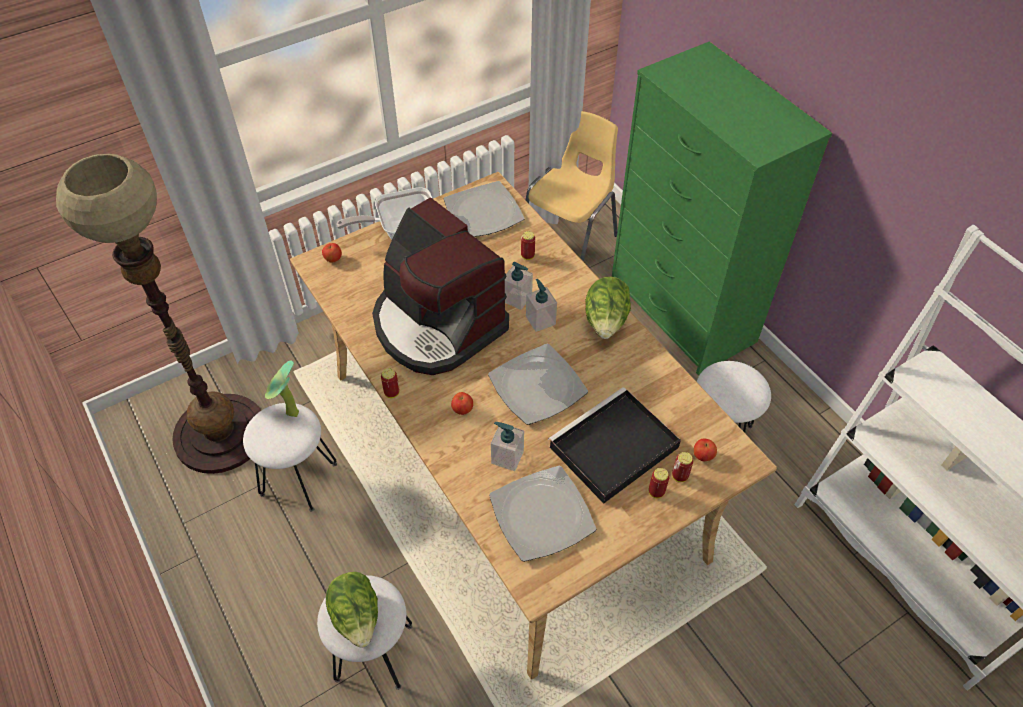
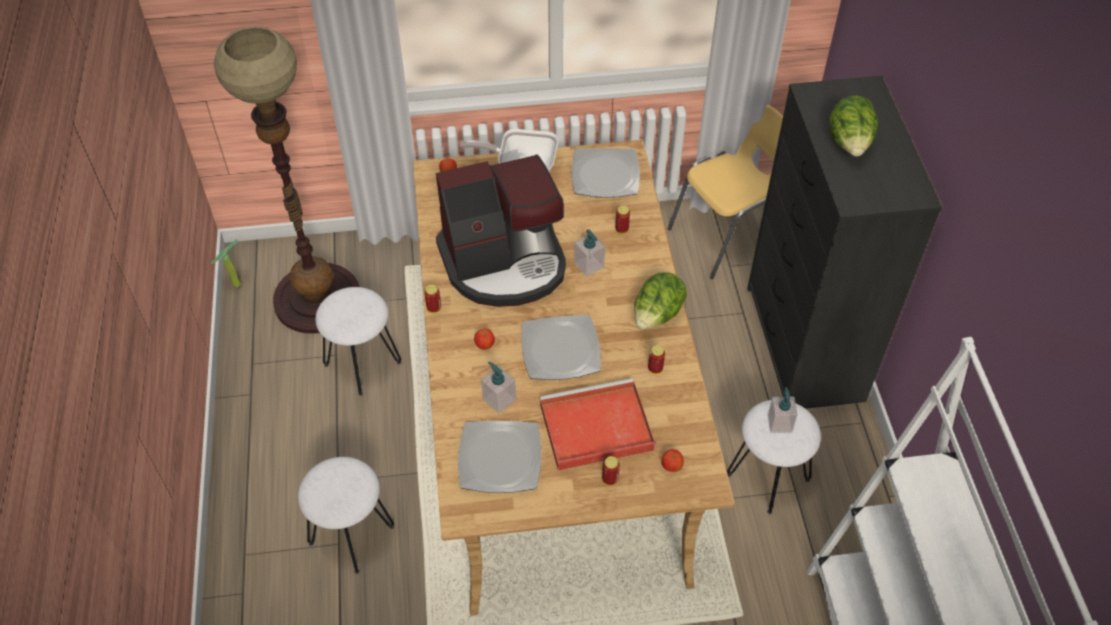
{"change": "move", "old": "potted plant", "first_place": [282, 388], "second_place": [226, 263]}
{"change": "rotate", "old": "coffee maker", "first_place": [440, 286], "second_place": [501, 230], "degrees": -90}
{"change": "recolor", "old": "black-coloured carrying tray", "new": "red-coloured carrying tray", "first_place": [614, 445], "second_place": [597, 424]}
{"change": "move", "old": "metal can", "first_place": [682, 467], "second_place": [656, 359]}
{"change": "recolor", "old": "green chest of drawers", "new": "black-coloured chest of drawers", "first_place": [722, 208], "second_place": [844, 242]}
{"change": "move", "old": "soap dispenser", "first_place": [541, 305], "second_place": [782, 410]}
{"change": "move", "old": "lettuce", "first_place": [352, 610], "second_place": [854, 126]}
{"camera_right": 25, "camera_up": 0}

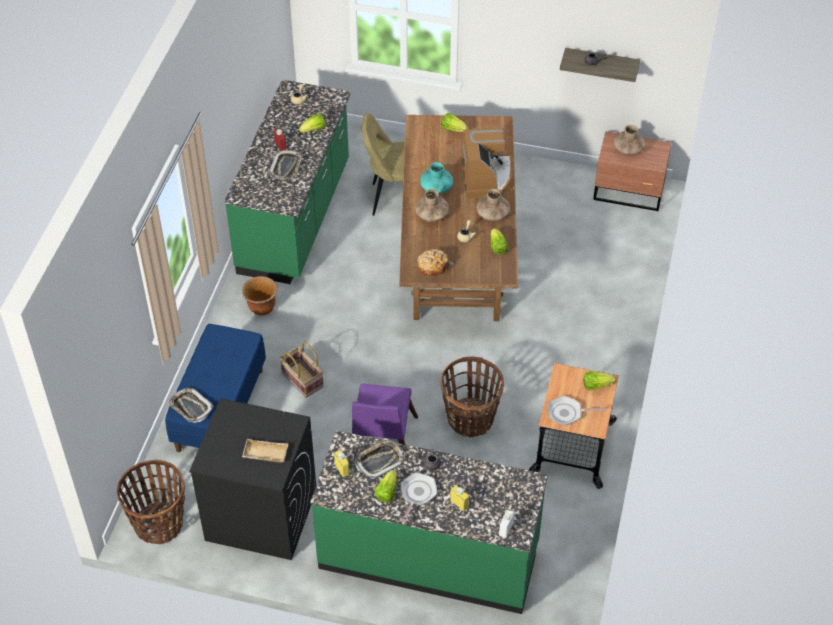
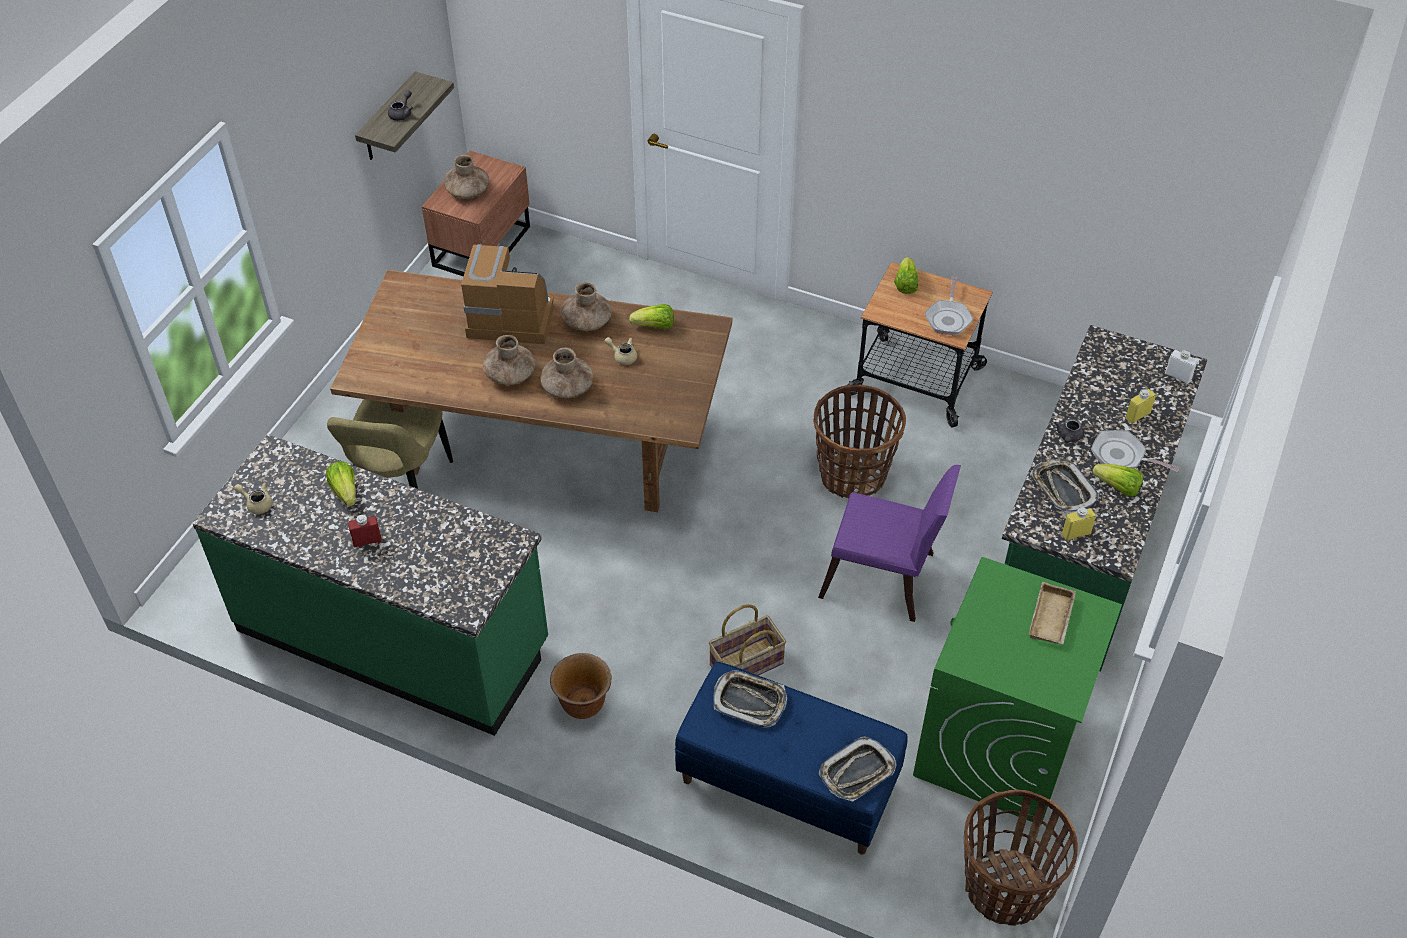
{"change": "recolor", "old": "blue-green vase", "new": "brown-coloured vase", "first_place": [436, 178], "second_place": [509, 360]}
{"change": "move", "old": "carrying tray", "first_place": [286, 165], "second_place": [750, 699]}
{"change": "recolor", "old": "black-coloured laundry machine", "new": "green laundry machine", "first_place": [252, 479], "second_place": [1017, 691]}
{"change": "delete", "old": "bakery bread", "first_place": [435, 263]}
{"change": "delete", "old": "lettuce", "first_place": [454, 122]}
{"camera_right": -80, "camera_up": 0}

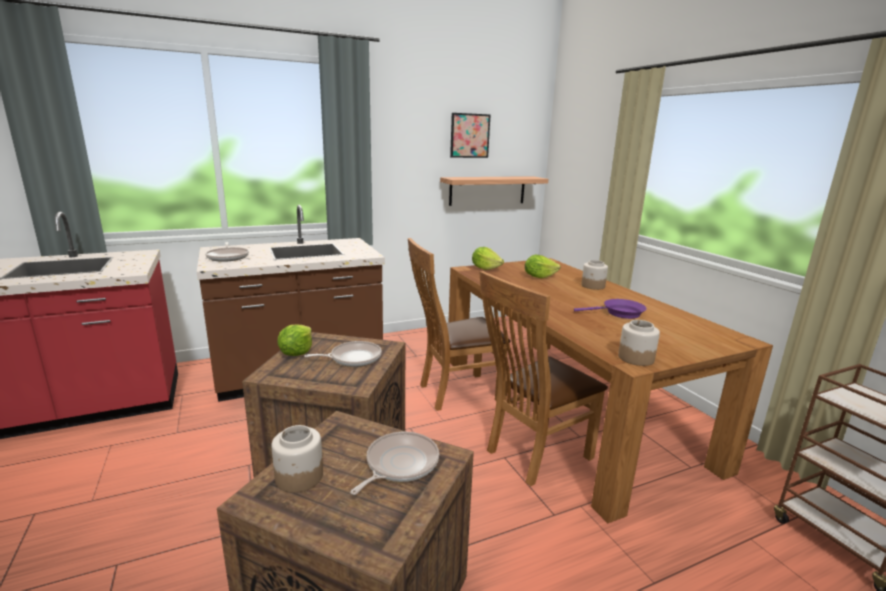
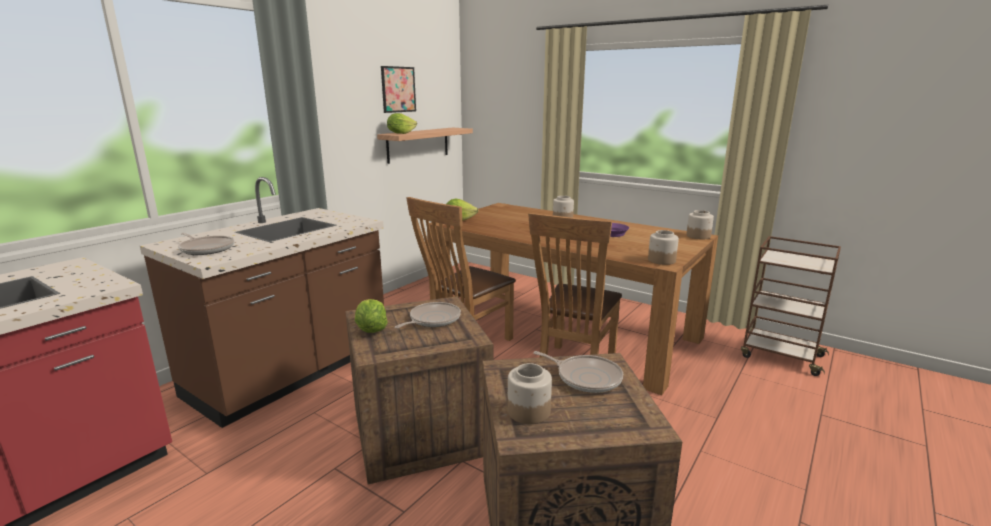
{"change": "move", "old": "lettuce", "first_place": [542, 266], "second_place": [402, 123]}
{"change": "rotate", "old": "pan", "first_place": [394, 463], "second_place": [578, 372], "degrees": 120}
{"change": "insert", "new": "storage jar", "second_place": [700, 224]}
{"camera_right": -30, "camera_up": 0}

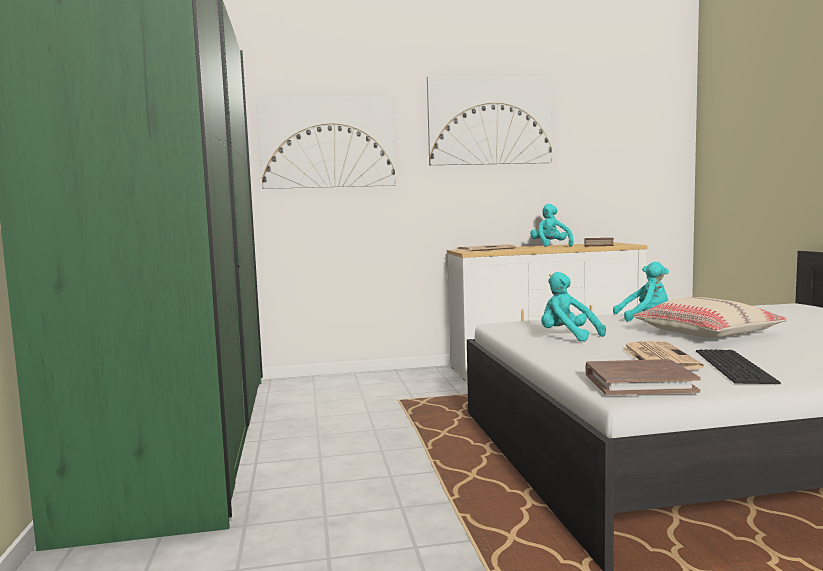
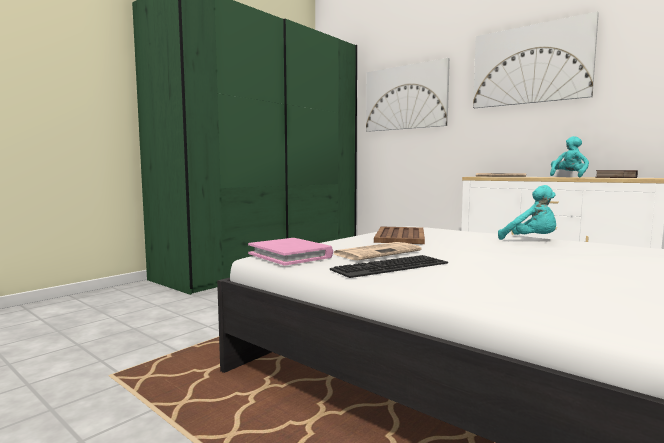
{"change": "recolor", "old": "brown-coloured volume", "new": "pinkish volume", "first_place": [643, 377], "second_place": [290, 252]}
{"change": "replace", "old": "blue-green cuddly toy", "new": "brown-coloured carrying tray", "first_place": [573, 307], "second_place": [399, 235]}
{"change": "delete", "old": "beige throw pillow", "first_place": [710, 317]}
{"camera_right": 50, "camera_up": 0}

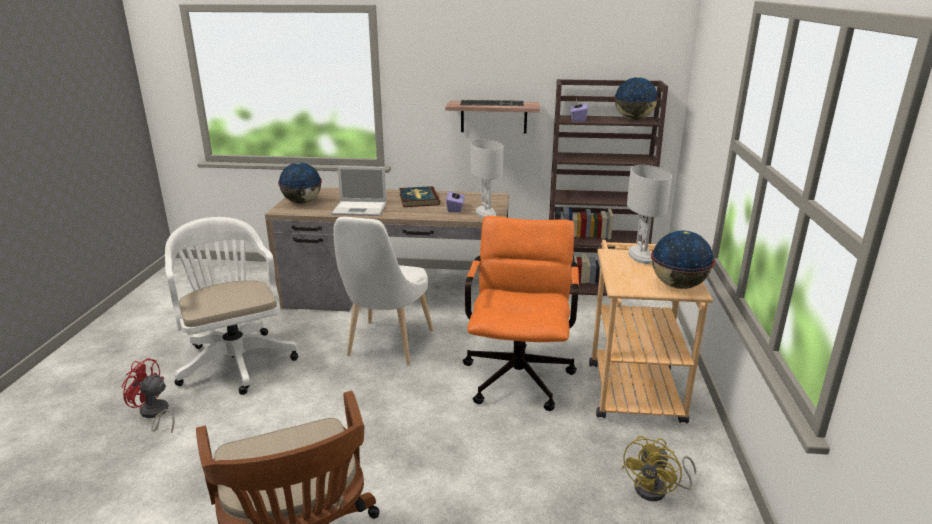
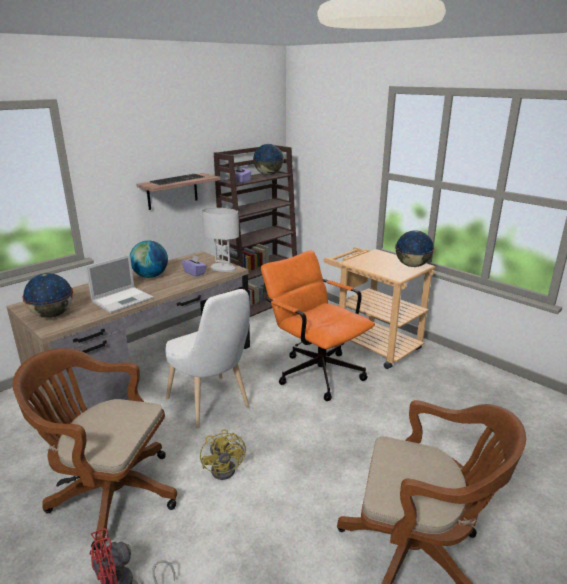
{"change": "recolor", "old": "white desk chair", "new": "brown-coloured desk chair", "first_place": [231, 306], "second_place": [94, 449]}
{"change": "replace", "old": "volume", "new": "world globe", "first_place": [419, 196], "second_place": [149, 259]}
{"change": "move", "old": "yellow-coloured electric fan", "first_place": [659, 468], "second_place": [223, 454]}
{"change": "delete", "old": "white lamp for a table", "first_place": [649, 214]}
{"camera_right": -50, "camera_up": 0}

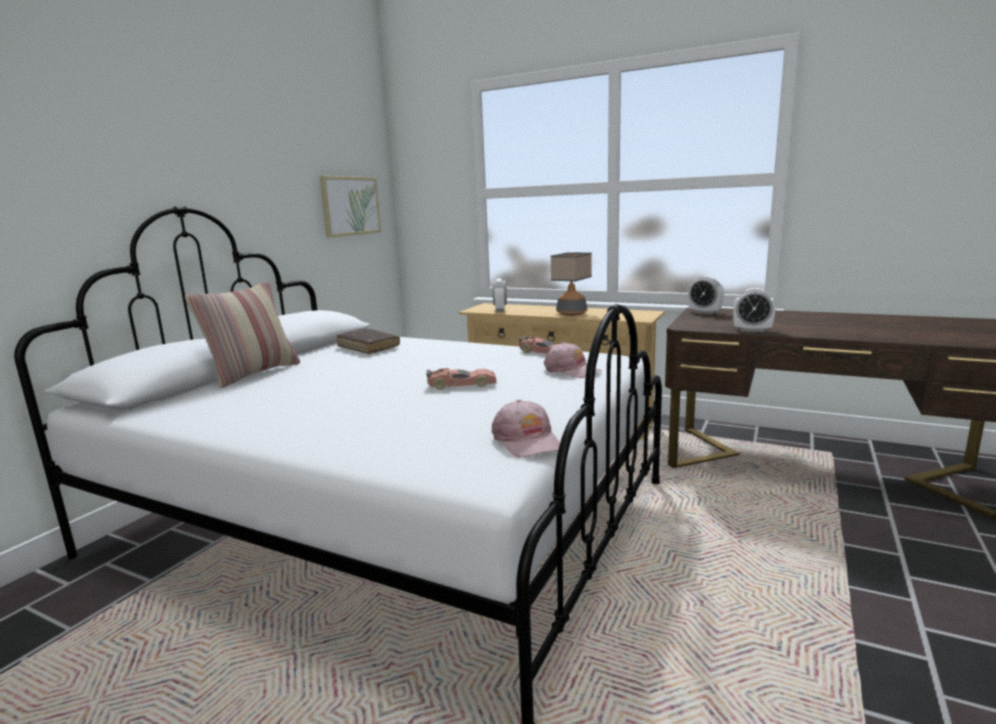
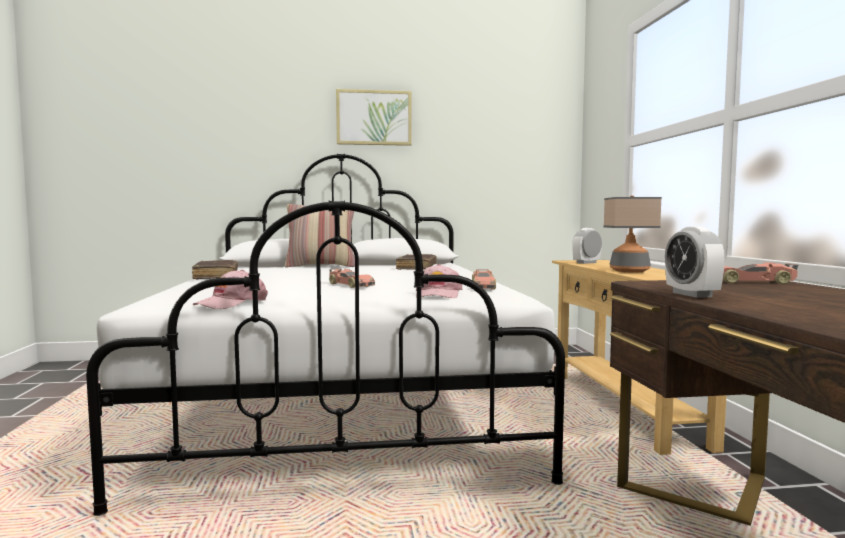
{"change": "insert", "new": "brown-coloured volume", "second_place": [215, 270]}
{"change": "move", "old": "wall picture", "first_place": [350, 207], "second_place": [374, 117]}
{"change": "replace", "old": "table clock", "new": "miniature car", "first_place": [706, 295], "second_place": [760, 273]}
{"camera_right": 55, "camera_up": -10}

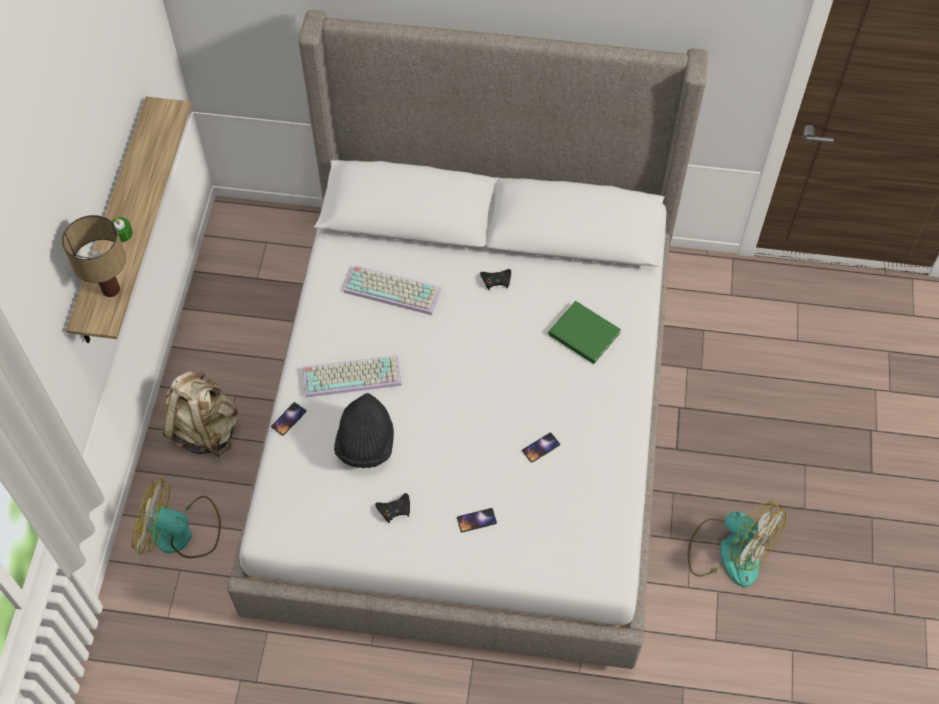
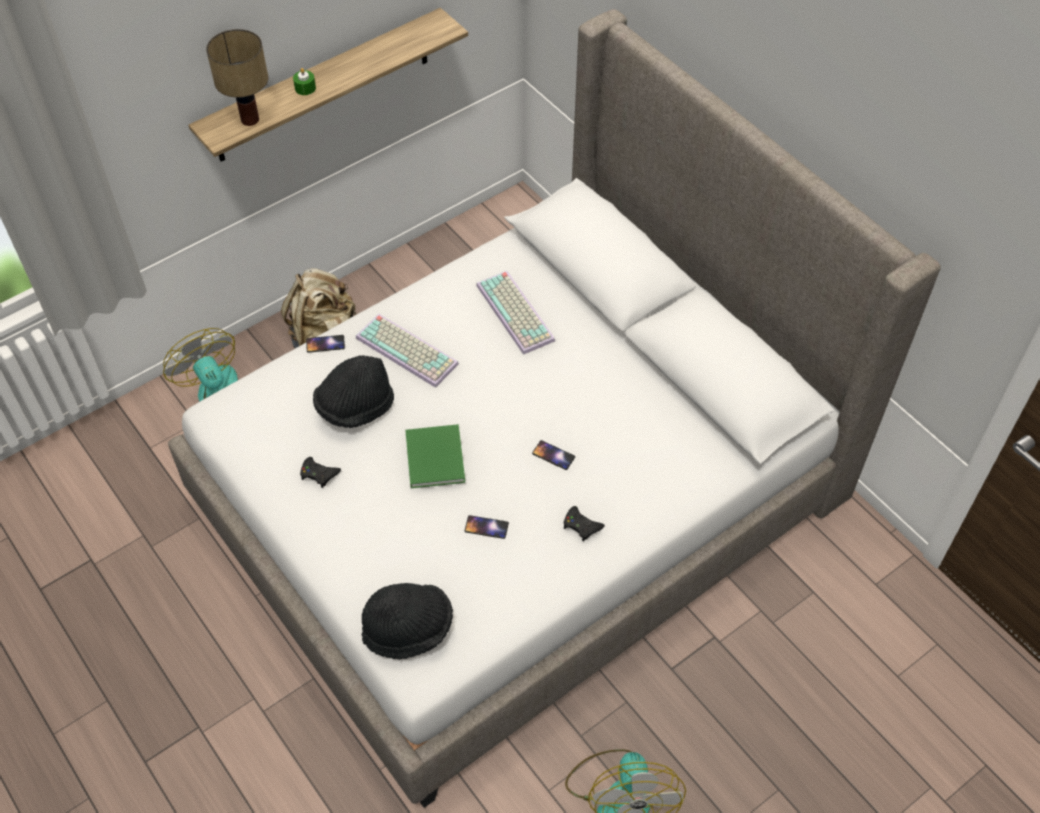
{"change": "insert", "new": "black-coloured wearable hat", "second_place": [407, 621]}
{"change": "move", "old": "green volume", "first_place": [584, 332], "second_place": [435, 456]}
{"change": "move", "old": "telephone", "first_place": [477, 520], "second_place": [553, 455]}
{"change": "move", "old": "black-coloured game controller", "first_place": [495, 279], "second_place": [584, 523]}
{"camera_right": 45, "camera_up": -5}

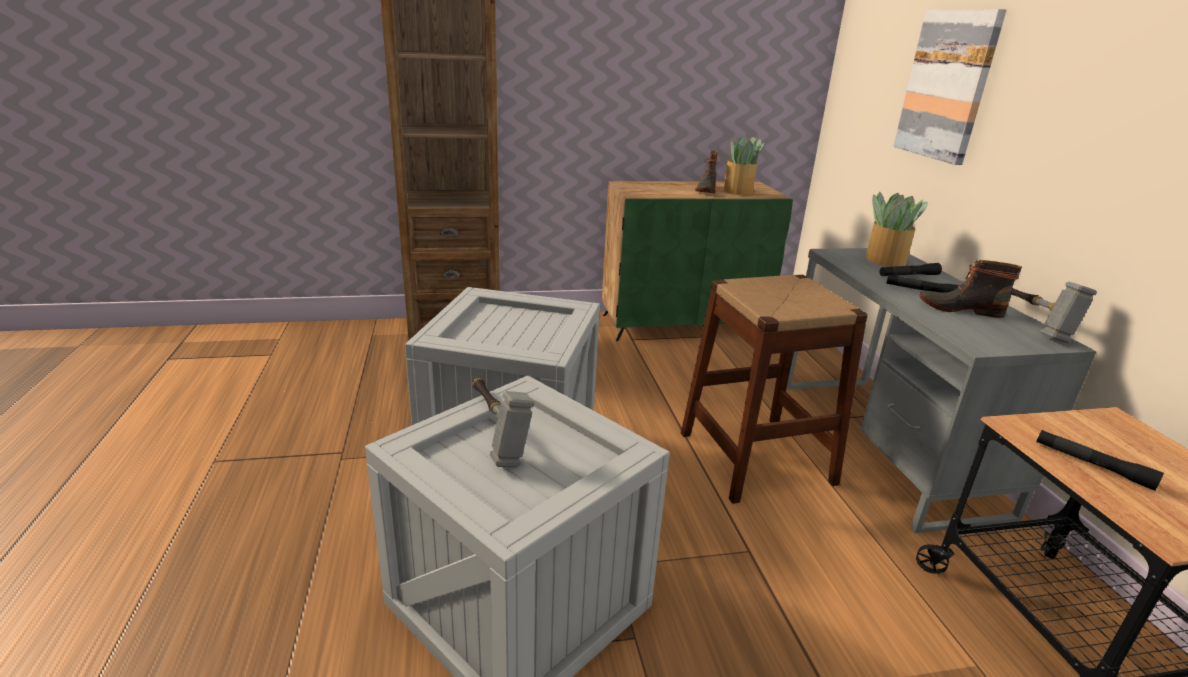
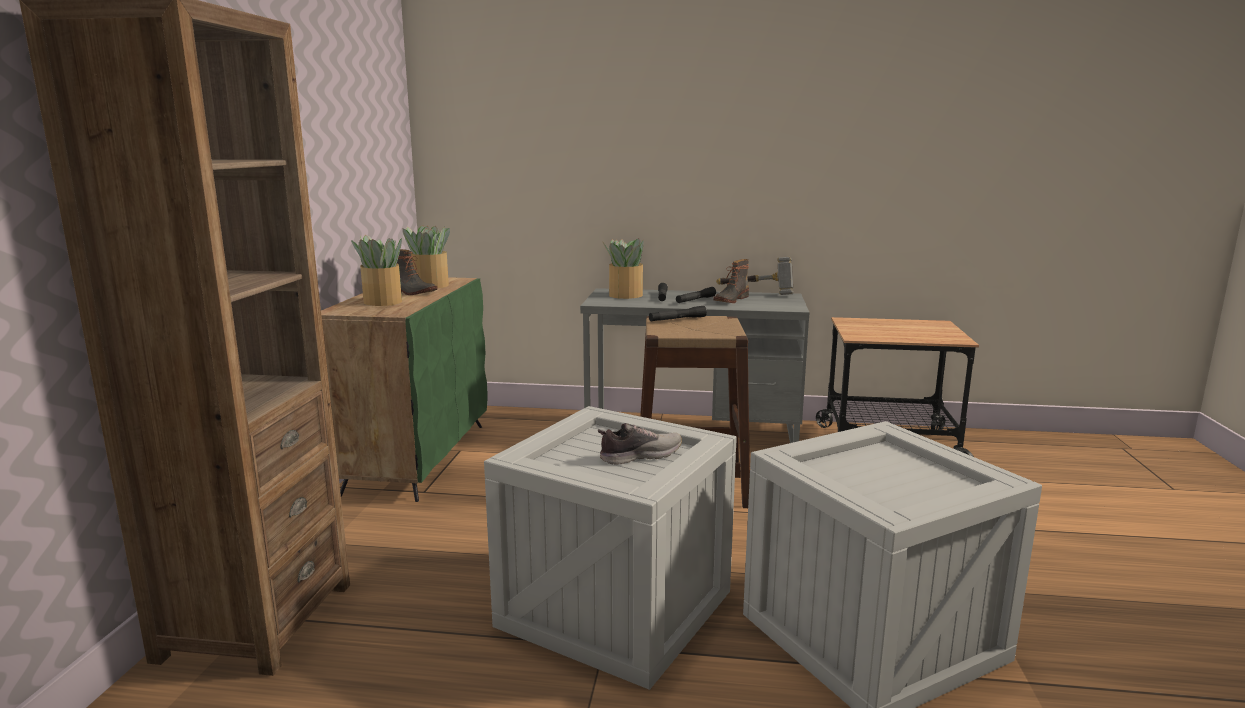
{"change": "insert", "new": "potted plant", "second_place": [376, 270]}
{"change": "insert", "new": "item of footwear", "second_place": [640, 444]}
{"change": "move", "old": "black-coloured torch", "first_place": [1100, 460], "second_place": [678, 313]}
{"change": "delete", "old": "hammer", "first_place": [504, 422]}
{"change": "delete", "old": "wall picture", "first_place": [950, 87]}
{"camera_right": -70, "camera_up": -10}

